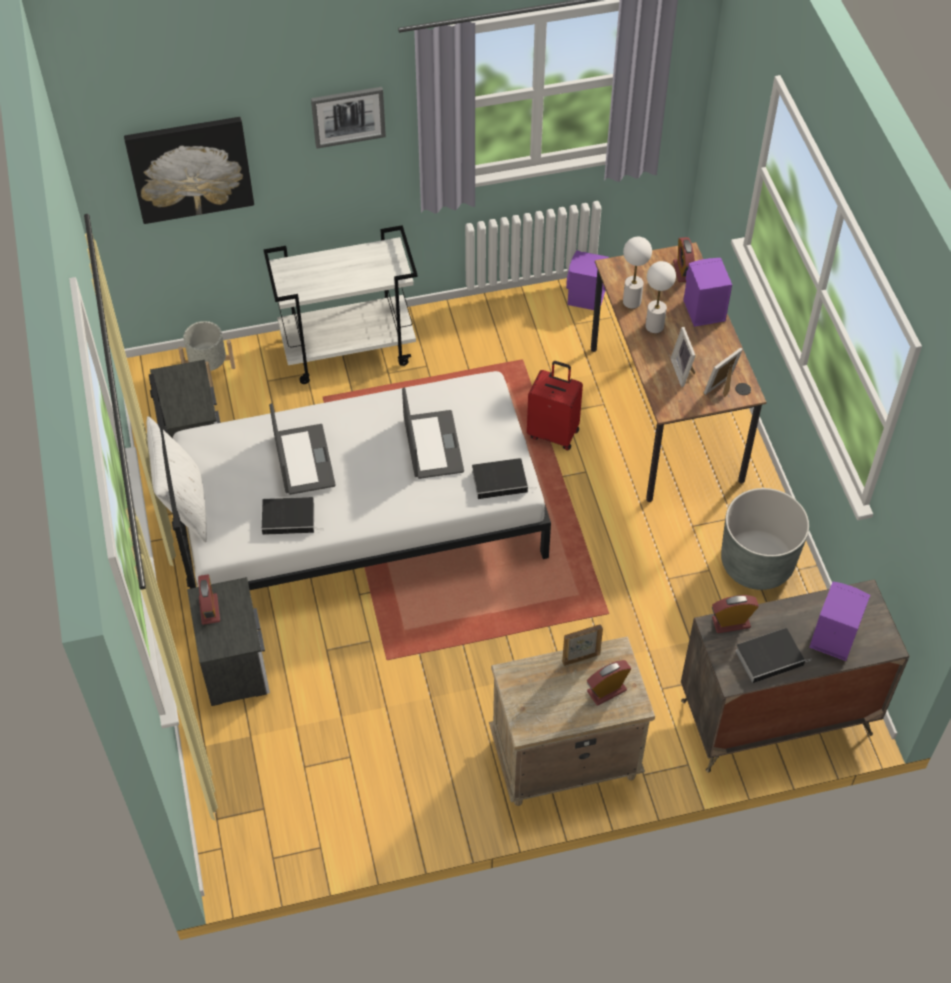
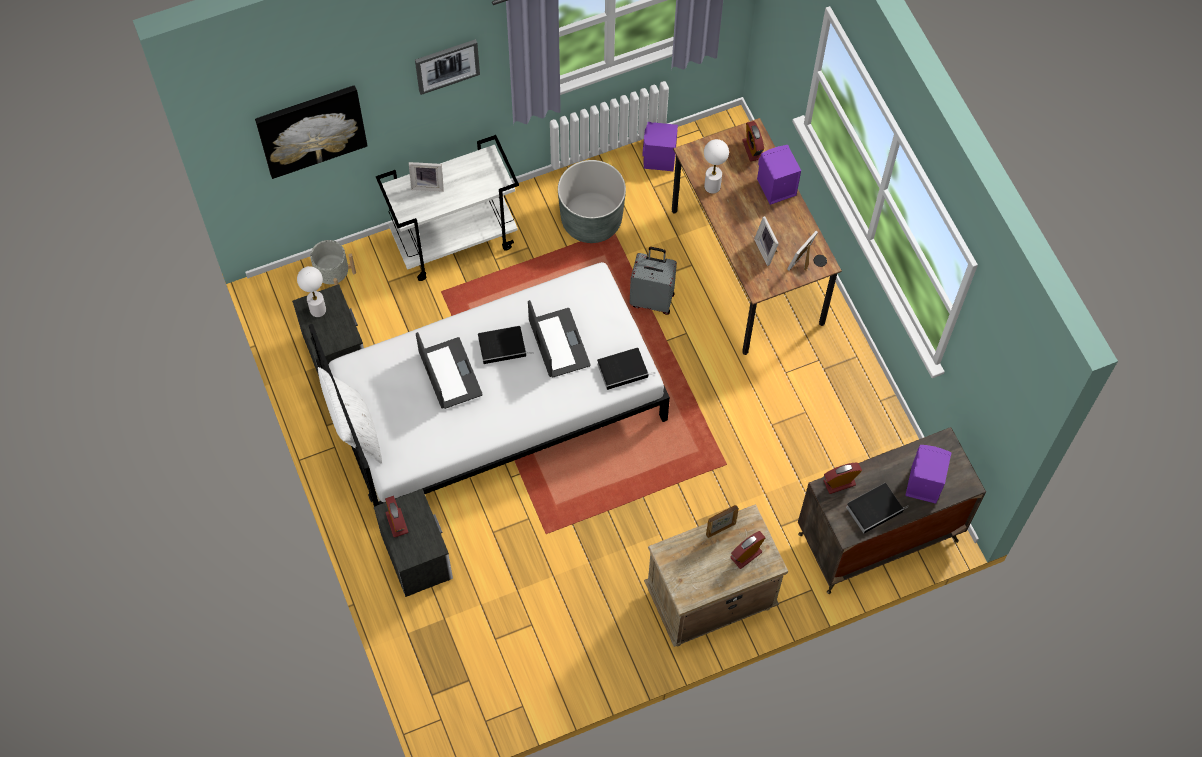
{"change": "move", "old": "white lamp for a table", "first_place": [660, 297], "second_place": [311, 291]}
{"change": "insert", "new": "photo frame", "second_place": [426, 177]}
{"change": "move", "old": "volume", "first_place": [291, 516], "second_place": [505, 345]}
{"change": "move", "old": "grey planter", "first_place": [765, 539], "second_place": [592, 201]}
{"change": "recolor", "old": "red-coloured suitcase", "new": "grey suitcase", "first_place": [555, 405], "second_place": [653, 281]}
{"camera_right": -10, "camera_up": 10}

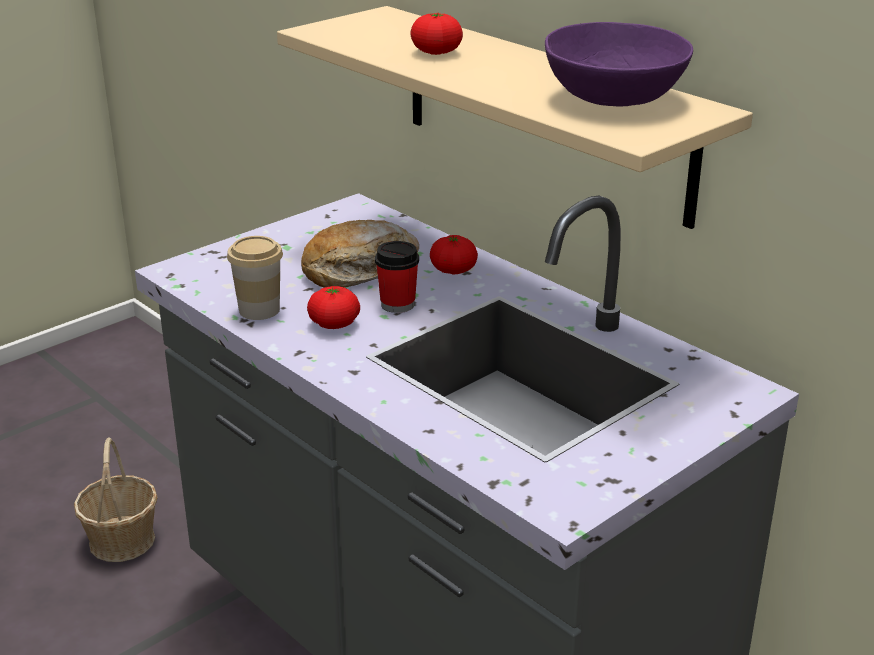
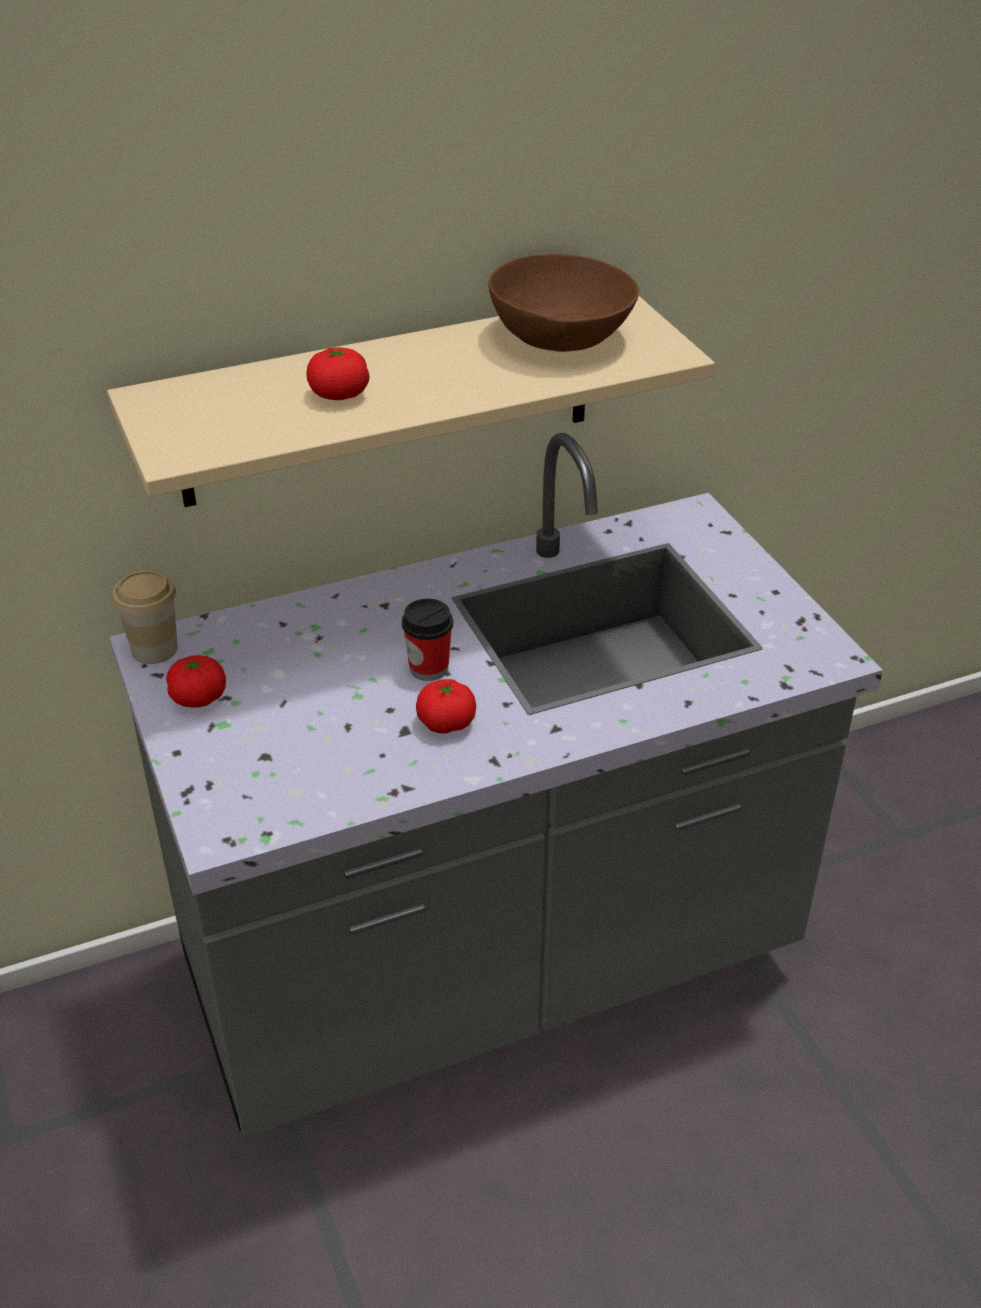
{"change": "move", "old": "cup", "first_place": [255, 278], "second_place": [145, 617]}
{"change": "move", "old": "tomato", "first_place": [454, 254], "second_place": [196, 681]}
{"change": "recolor", "old": "purple deep dish", "new": "brown-coloured deep dish", "first_place": [619, 64], "second_place": [564, 303]}
{"change": "delete", "old": "basket", "first_place": [116, 499]}
{"change": "delete", "old": "bakery bread", "first_place": [360, 254]}
{"camera_right": -70, "camera_up": 10}

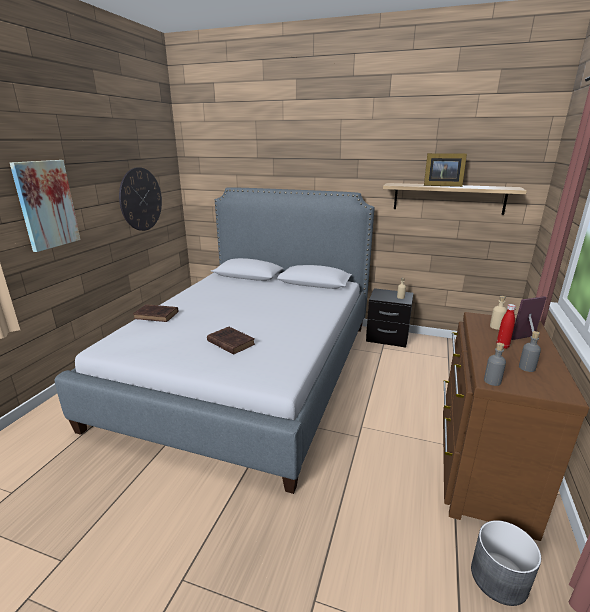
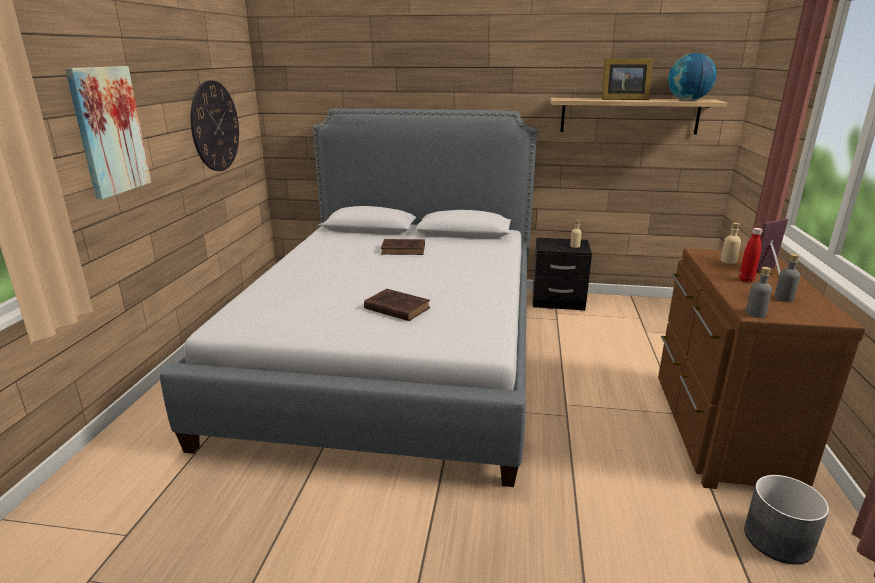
{"change": "move", "old": "brown-coloured volume", "first_place": [155, 313], "second_place": [403, 247]}
{"change": "insert", "new": "world globe", "second_place": [692, 77]}
{"camera_right": -10, "camera_up": 0}

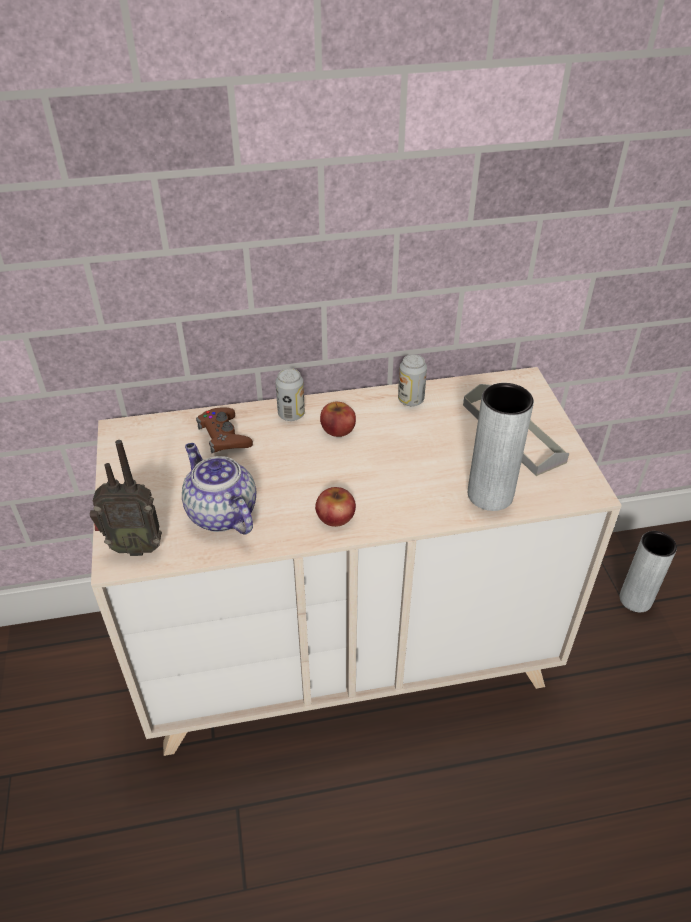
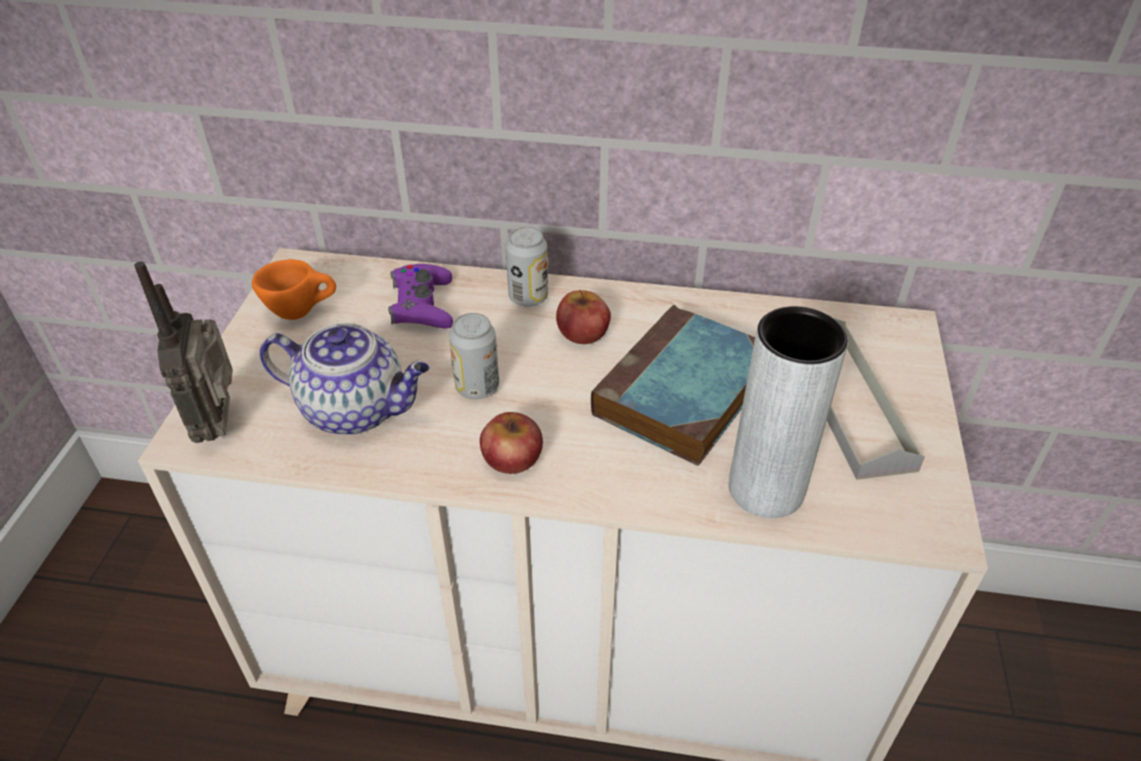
{"change": "rotate", "old": "radio set", "first_place": [126, 498], "second_place": [183, 352], "degrees": 60}
{"change": "insert", "new": "orangey cup", "second_place": [294, 289]}
{"change": "rotate", "old": "tea pot", "first_place": [219, 489], "second_place": [344, 379], "degrees": 120}
{"change": "recolor", "old": "brown-coloured game controller", "new": "purple game controller", "first_place": [224, 430], "second_place": [420, 296]}
{"change": "move", "old": "metal can", "first_place": [412, 380], "second_place": [474, 356]}
{"change": "insert", "new": "volume", "second_place": [673, 385]}
{"change": "delete", "old": "grey vase", "first_place": [648, 571]}
{"camera_right": 20, "camera_up": 0}

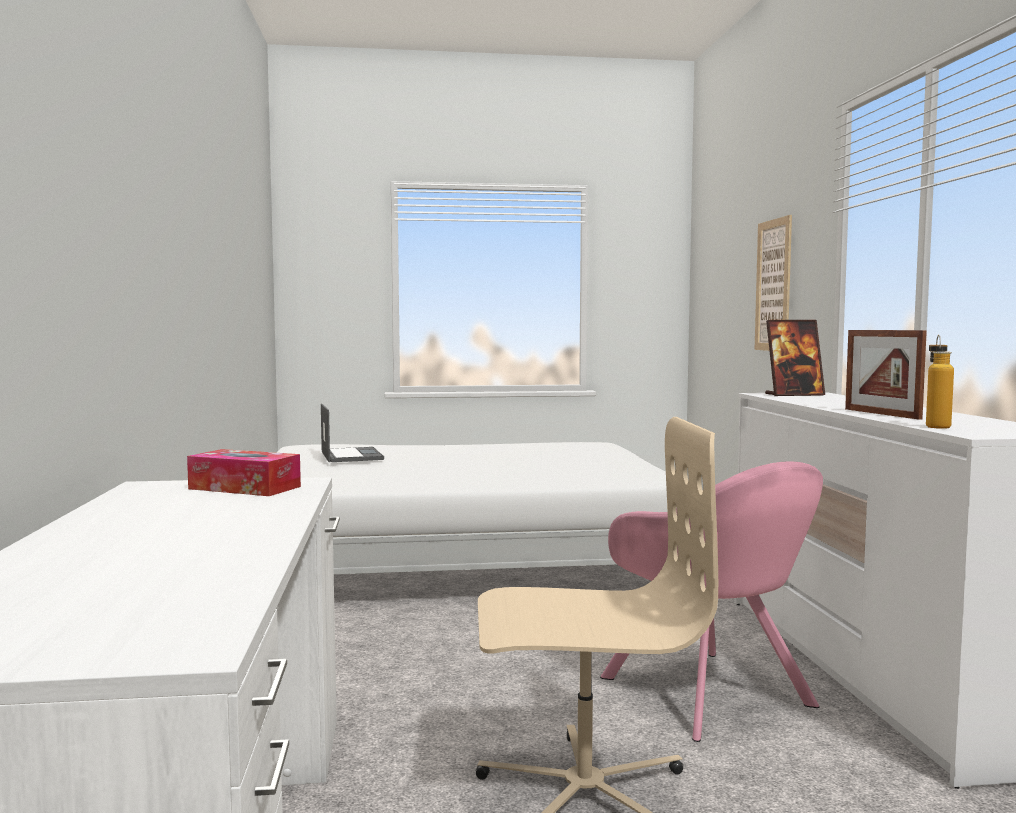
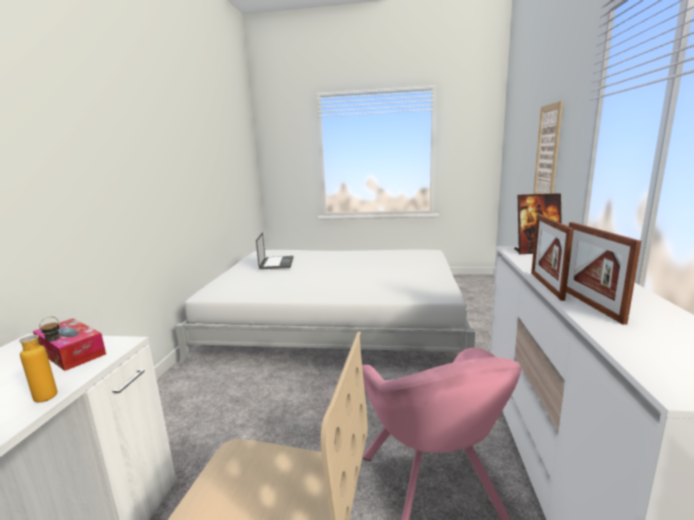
{"change": "move", "old": "beverage bottle", "first_place": [940, 382], "second_place": [39, 360]}
{"change": "insert", "new": "photo frame", "second_place": [552, 257]}
{"camera_right": 15, "camera_up": 10}

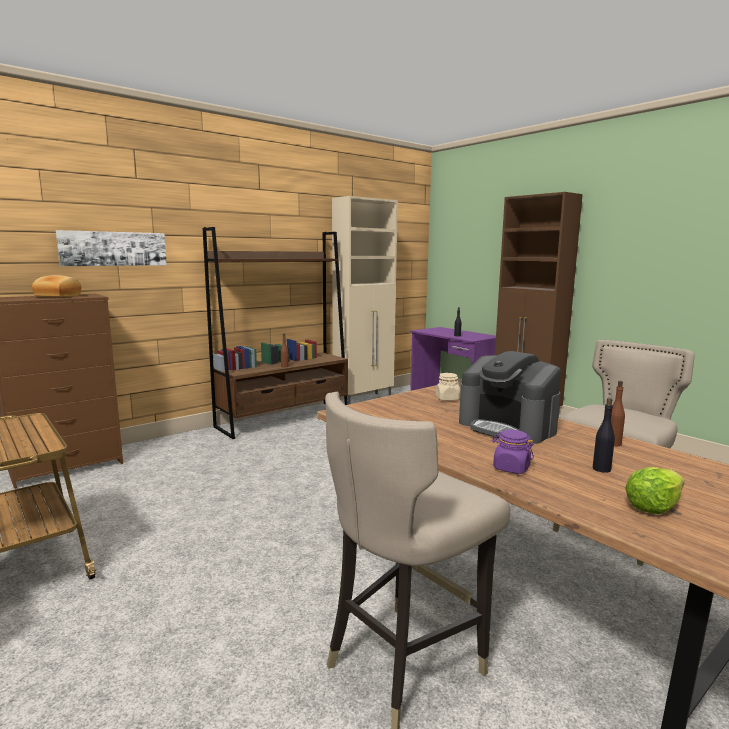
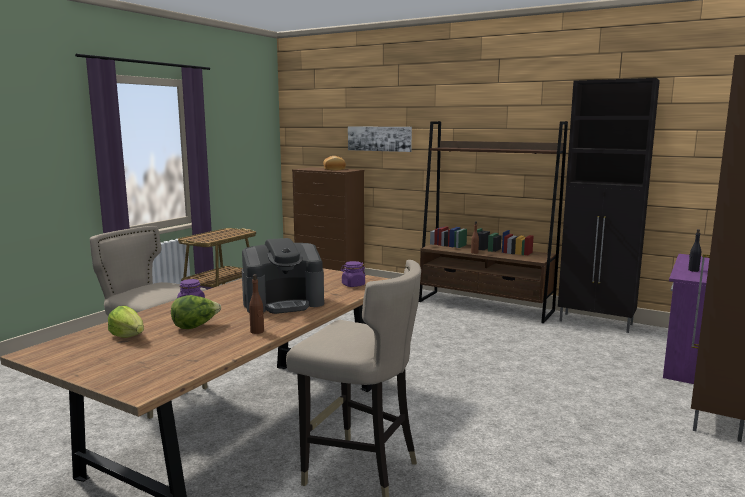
{"change": "replace", "old": "black-coloured beverage bottle", "new": "lettuce", "first_place": [604, 435], "second_place": [196, 312]}
{"change": "rotate", "old": "coffee maker", "first_place": [510, 397], "second_place": [283, 276], "degrees": -135}
{"change": "recolor", "old": "beige storage jar", "new": "purple storage jar", "first_place": [447, 387], "second_place": [353, 274]}
{"change": "recolor", "old": "beige cupboard", "new": "black-coloured cupboard", "first_place": [365, 300], "second_place": [609, 205]}
{"camera_right": 70, "camera_up": 0}

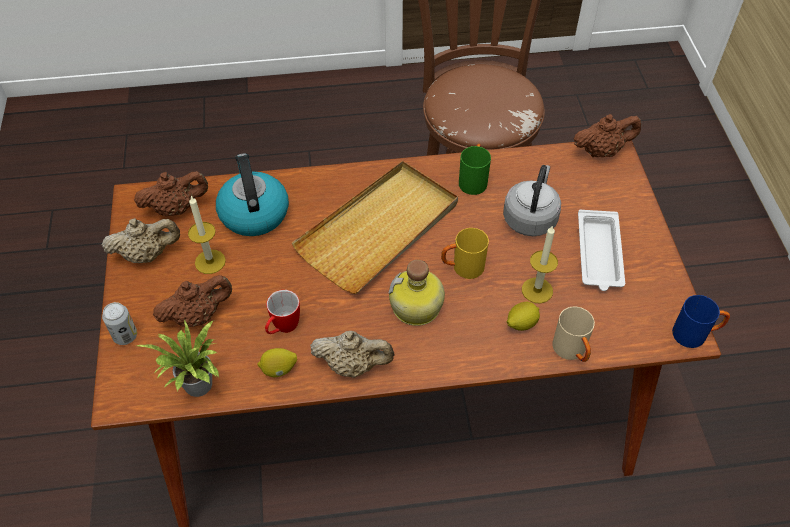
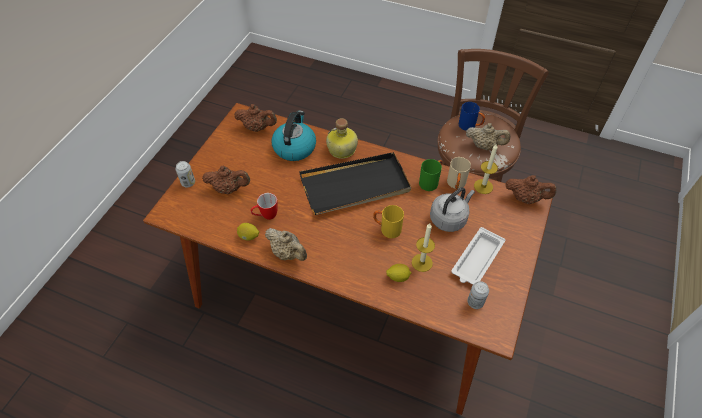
{"change": "recolor", "old": "beige carrying tray", "new": "black-coloured carrying tray", "first_place": [375, 227], "second_place": [355, 183]}
{"change": "move", "old": "beverage bottle", "first_place": [416, 293], "second_place": [342, 138]}
{"change": "move", "old": "beige coffee mug", "first_place": [574, 334], "second_place": [459, 173]}
{"change": "move", "old": "bluish coffee mug", "first_place": [701, 321], "second_place": [472, 116]}
{"change": "move", "old": "beige tea pot", "first_place": [141, 240], "second_place": [488, 136]}
{"change": "insert", "new": "metal can", "second_place": [478, 295]}
{"change": "move", "old": "wax light", "first_place": [207, 235], "second_place": [486, 168]}
{"change": "delete", "old": "potted plant", "first_place": [178, 358]}
{"camera_right": 30, "camera_up": 0}

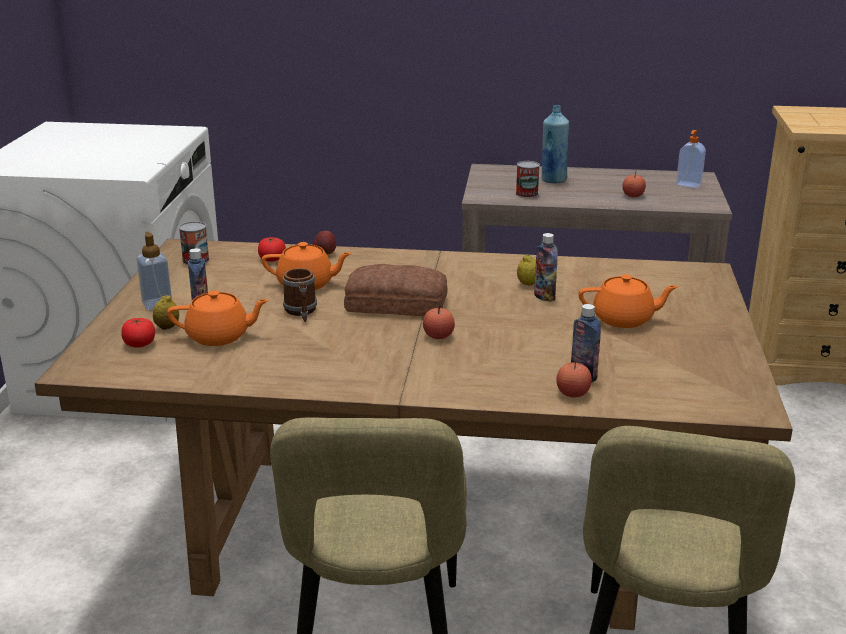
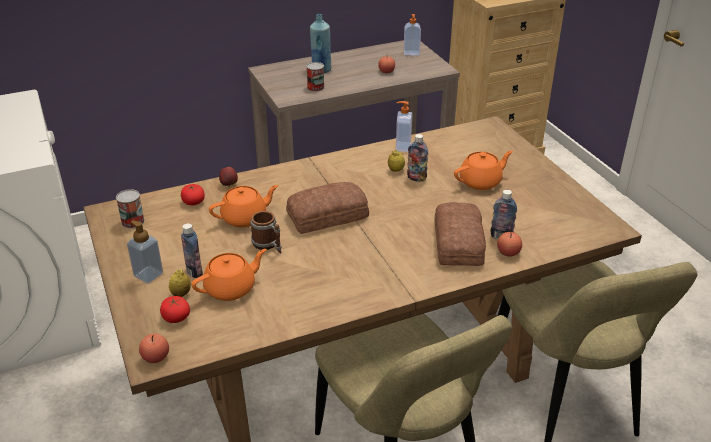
{"change": "move", "old": "whole apple", "first_place": [439, 322], "second_place": [154, 348]}
{"change": "insert", "new": "soap dispenser", "second_place": [404, 126]}
{"change": "insert", "new": "bakery bread", "second_place": [460, 234]}
{"camera_right": -30, "camera_up": 10}

